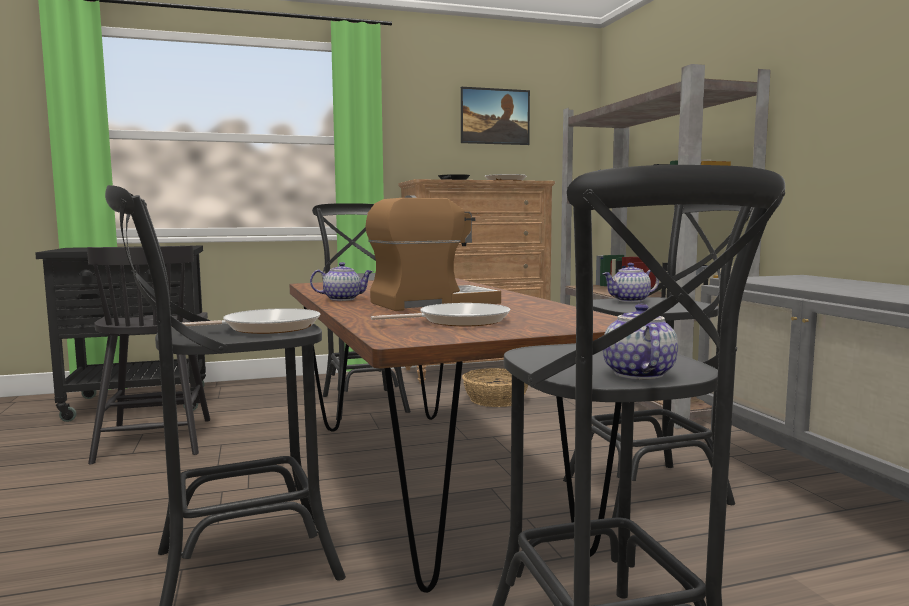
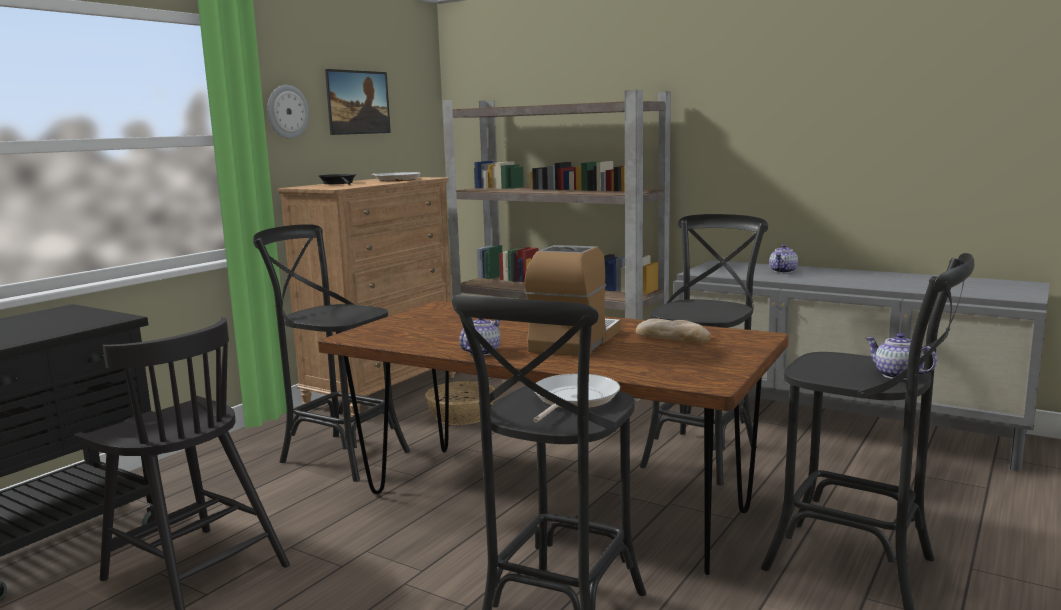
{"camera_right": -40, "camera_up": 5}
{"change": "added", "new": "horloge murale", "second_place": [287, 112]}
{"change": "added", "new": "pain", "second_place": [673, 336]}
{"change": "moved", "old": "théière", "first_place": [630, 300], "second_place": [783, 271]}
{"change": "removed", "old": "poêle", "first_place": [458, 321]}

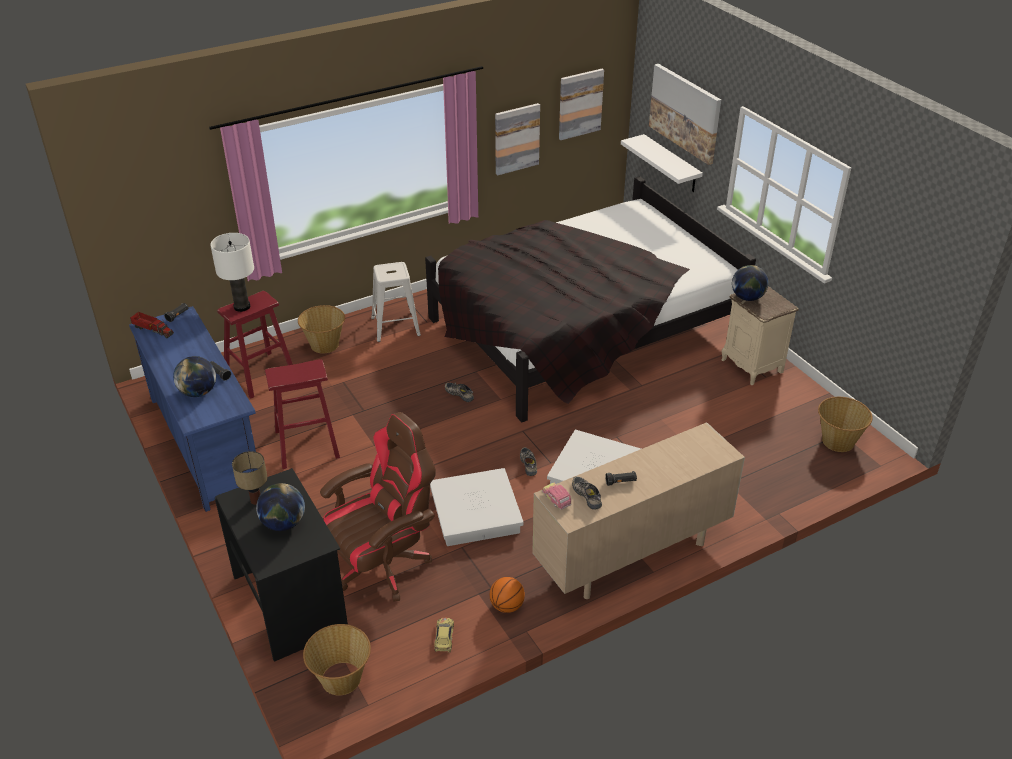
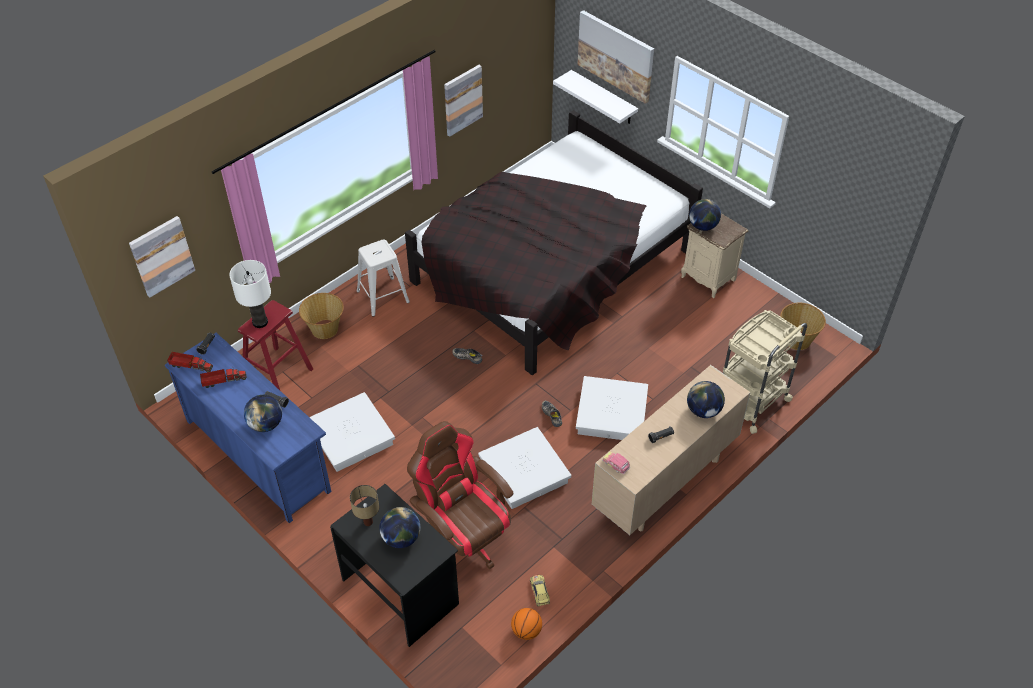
{"camera_right": -15, "camera_up": 10}
{"change": "moved", "old": "tableau", "first_place": [580, 104], "second_place": [162, 256]}
{"change": "added", "new": "camion jouet", "second_place": [223, 381]}
{"change": "replaced", "old": "tabouret (rouge)", "new": "boîte de rangement (blanc)", "first_place": [307, 444], "second_place": [351, 436]}
{"change": "turned", "old": "chaise de bureau (marron)", "first_place": [382, 565], "second_place": [464, 539], "degrees": -75}
{"change": "moved", "old": "ballon de basket", "first_place": [507, 606], "second_place": [526, 631]}
{"change": "added", "new": "globe", "second_place": [703, 411]}
{"change": "added", "new": "chariot (beige)", "second_place": [750, 401]}
{"change": "removed", "old": "panier", "first_place": [341, 679]}
{"change": "removed", "old": "chaussure", "first_place": [588, 495]}

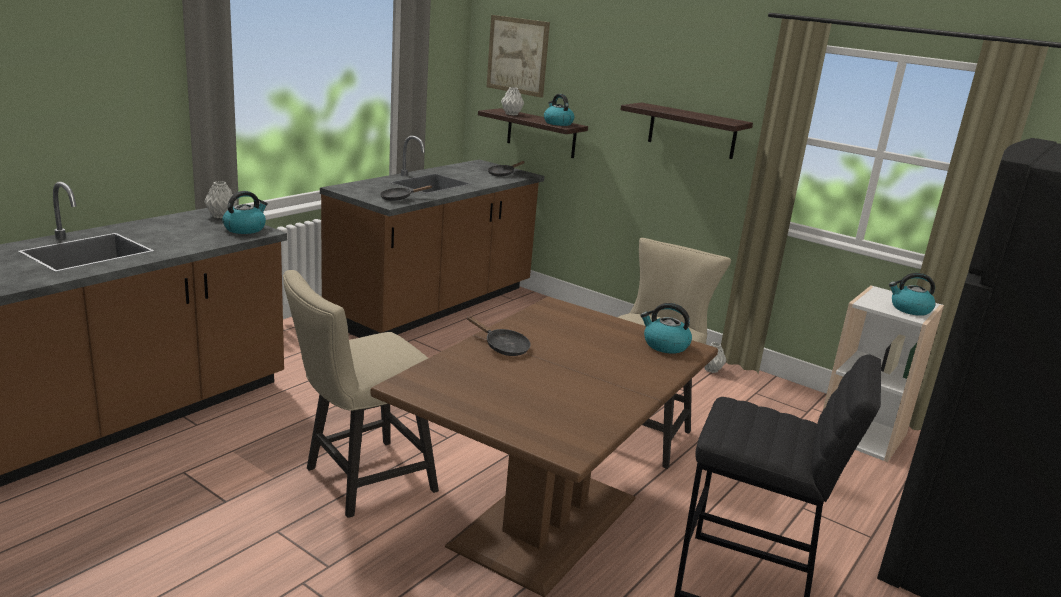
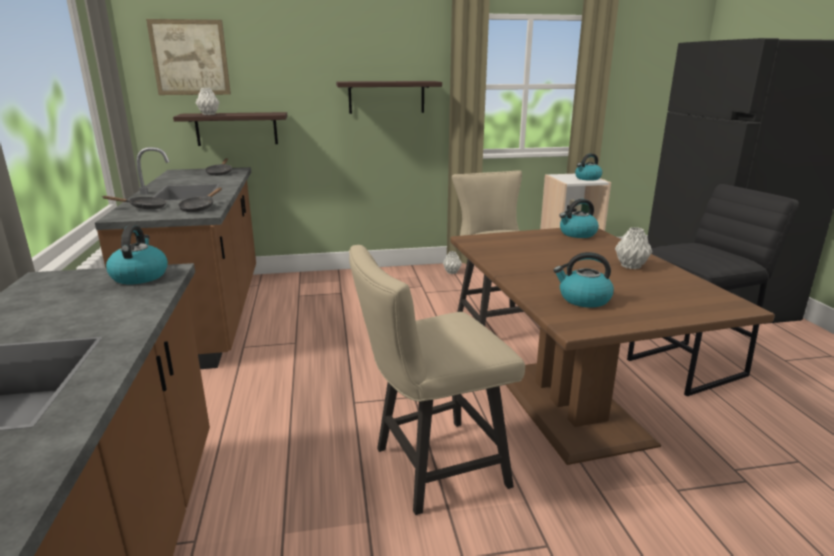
{"camera_right": -45, "camera_up": 0}
{"change": "moved", "old": "poêle (noir)", "first_place": [503, 347], "second_place": [144, 208]}
{"change": "turned", "old": "chaise (beige)", "first_place": [361, 481], "second_place": [431, 468], "degrees": 60}
{"change": "moved", "old": "bouilloire", "first_place": [557, 123], "second_place": [583, 299]}
{"change": "moved", "old": "vase (gris)", "first_place": [220, 216], "second_place": [631, 266]}

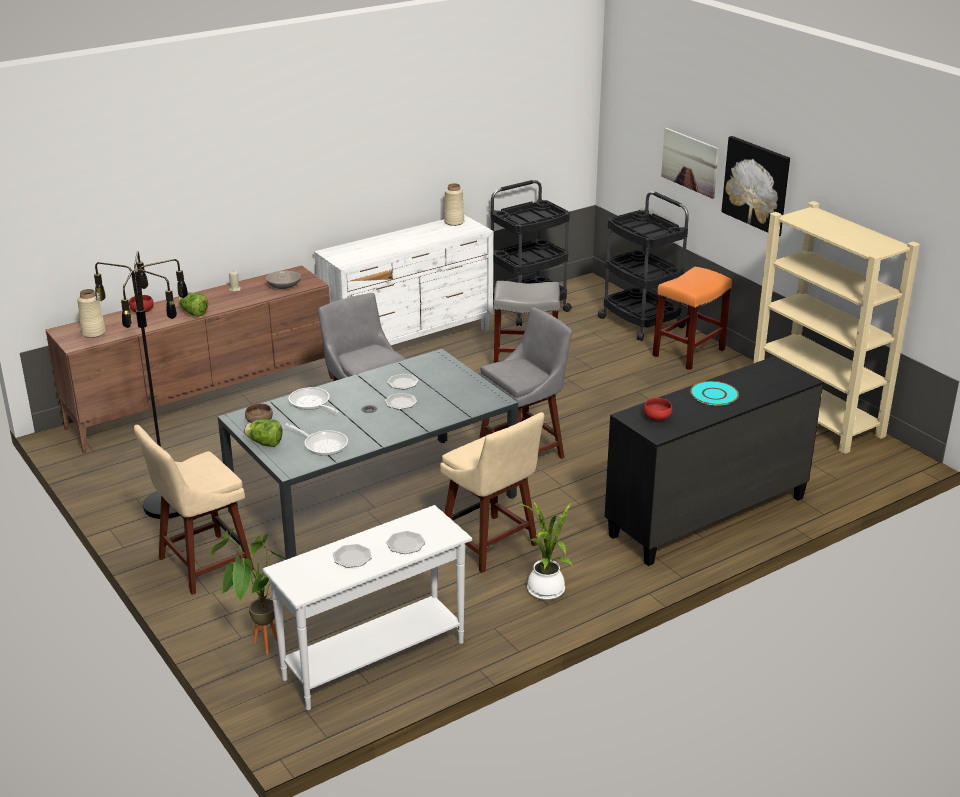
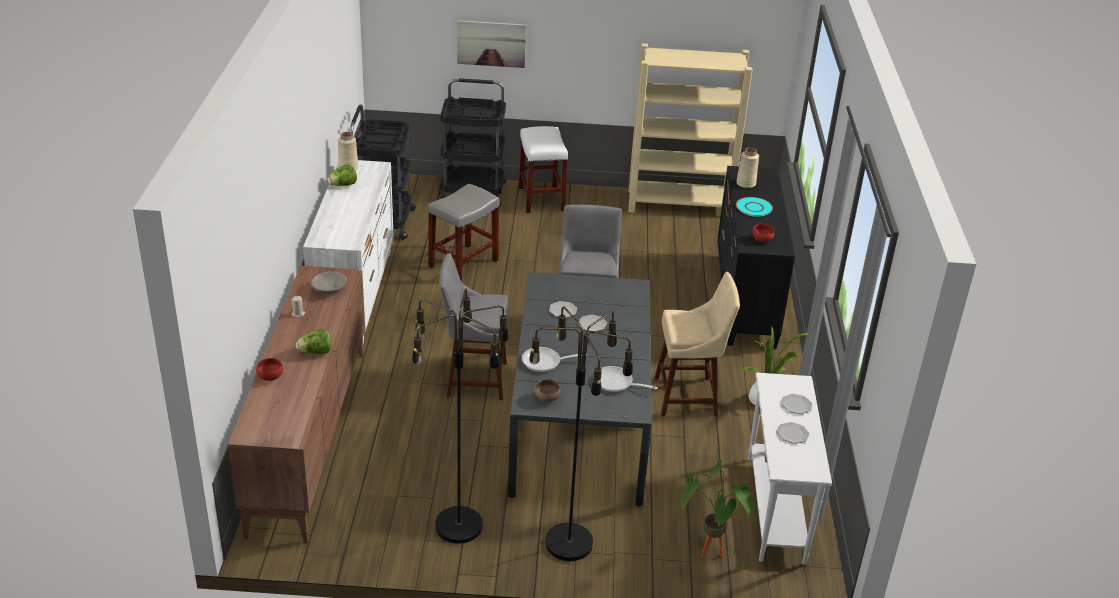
{"camera_right": -55, "camera_up": 5}
{"change": "moved", "old": "laitue", "first_place": [265, 443], "second_place": [343, 185]}
{"change": "recoloured", "old": "tabouret (orange)", "new": "tabouret (blanc)", "first_place": [688, 353], "second_place": [542, 200]}
{"change": "replaced", "old": "chaise (beige)", "new": "lampadaire", "first_place": [201, 565], "second_place": [570, 543]}
{"change": "turned", "old": "poêle", "first_place": [323, 444], "second_place": [616, 383], "degrees": -135}
{"change": "moved", "old": "vase (beige)", "first_place": [93, 333], "second_place": [745, 183]}
{"change": "removed", "old": "tableau", "first_place": [756, 185]}

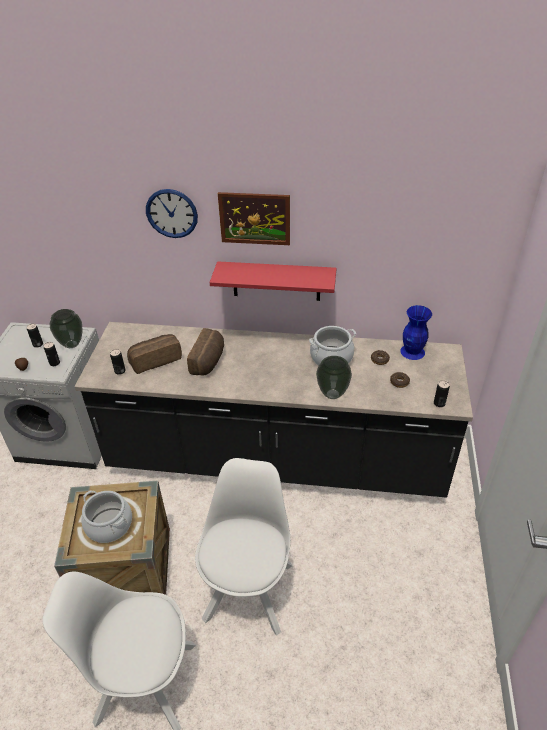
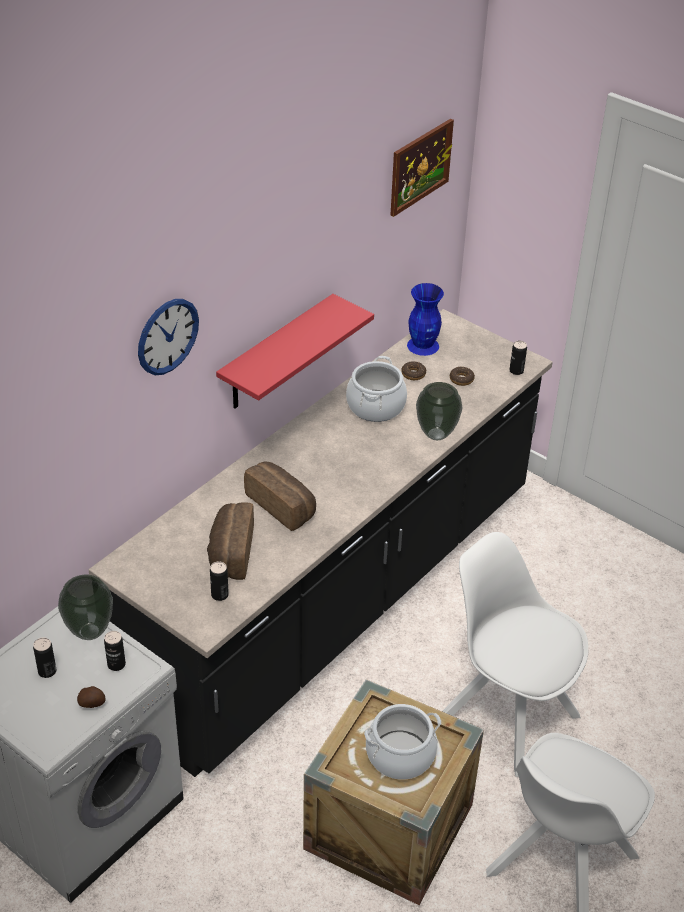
{"camera_right": -60, "camera_up": 0}
{"change": "moved", "old": "tableau", "first_place": [254, 218], "second_place": [420, 166]}

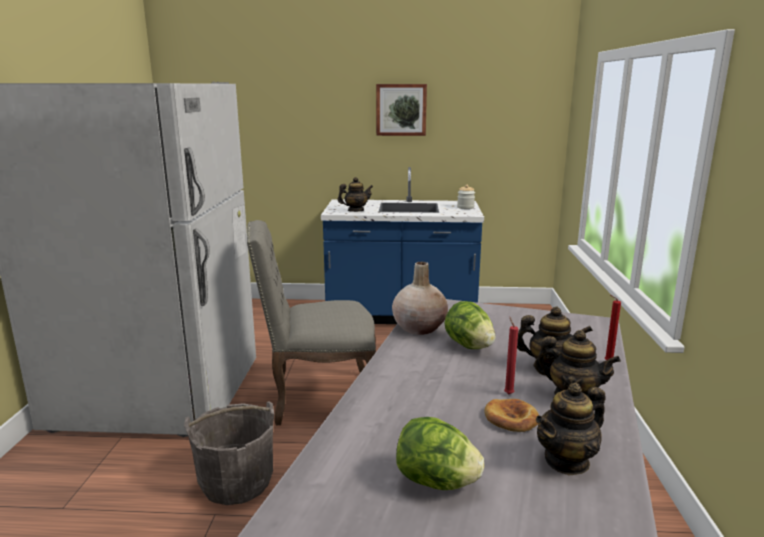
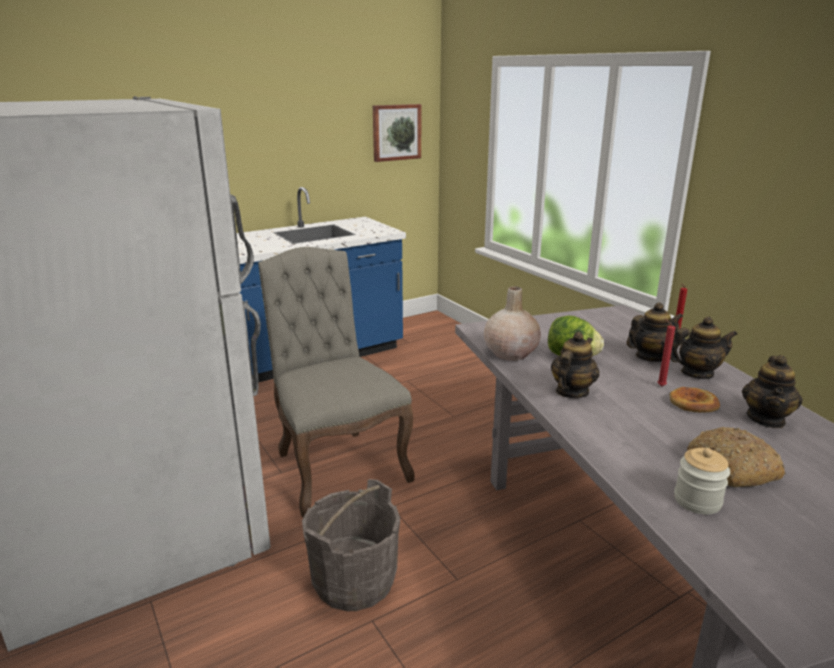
{"camera_right": -35, "camera_up": 5}
{"change": "turned", "old": "chaise (gris)", "first_place": [320, 400], "second_place": [337, 467], "degrees": 105}
{"change": "moved", "old": "tableau", "first_place": [401, 110], "second_place": [396, 132]}
{"change": "moved", "old": "théière", "first_place": [355, 210], "second_place": [571, 392]}
{"change": "moved", "old": "bocal", "first_place": [465, 207], "second_place": [697, 501]}
{"change": "replaced", "old": "laitue", "new": "pain", "first_place": [436, 482], "second_place": [731, 467]}

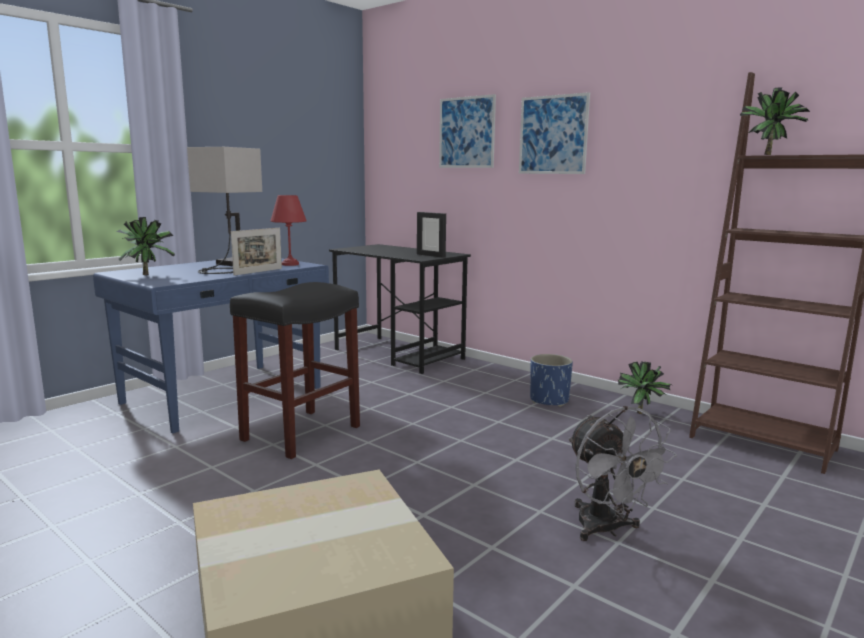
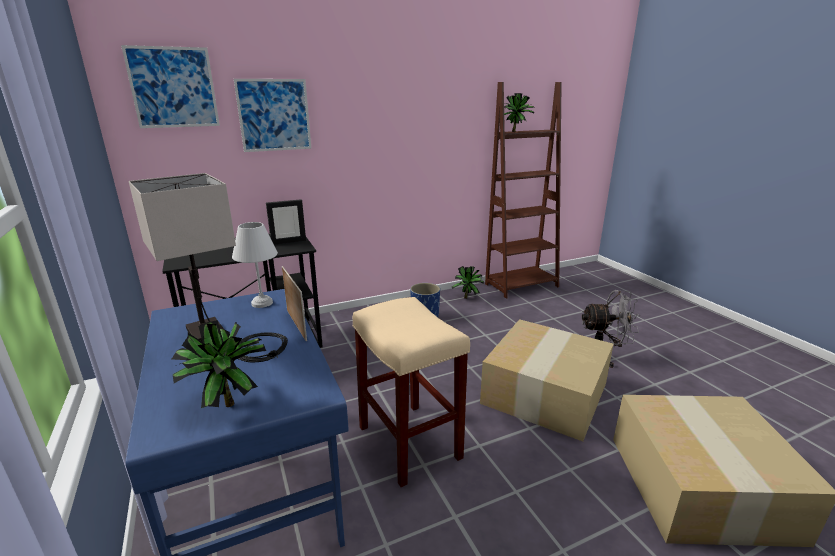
{"camera_right": -65, "camera_up": 10}
{"change": "moved", "old": "tableau", "first_place": [553, 135], "second_place": [173, 87]}
{"change": "recoloured", "old": "lampe de table (rouge)", "new": "lampe de table (blanc)", "first_place": [289, 264], "second_place": [261, 303]}
{"change": "recoloured", "old": "tabouret (noir)", "new": "tabouret (beige)", "first_place": [300, 434], "second_place": [410, 443]}
{"change": "added", "new": "carton", "second_place": [543, 392]}

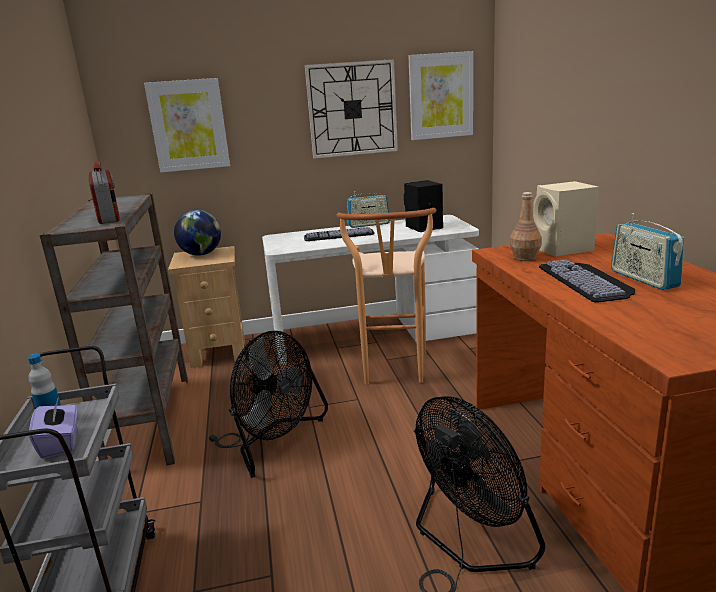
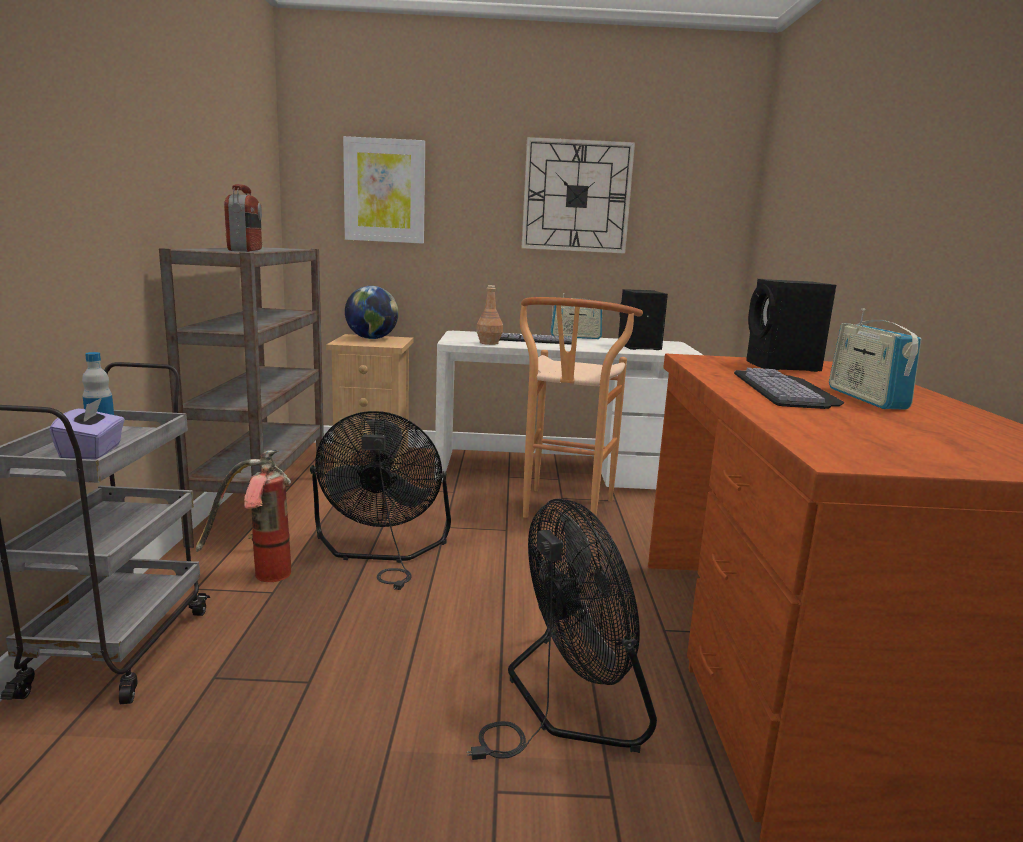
{"camera_right": 10, "camera_up": -5}
{"change": "added", "new": "extincteur", "second_place": [258, 577]}
{"change": "turned", "old": "ventilateur (noir)", "first_place": [270, 442], "second_place": [381, 552], "degrees": -135}
{"change": "moved", "old": "bouteille (marron)", "first_place": [525, 258], "second_place": [489, 343]}
{"change": "recoloured", "old": "enceinte (beige)", "new": "enceinte (noir)", "first_place": [564, 250], "second_place": [782, 366]}
{"change": "removed", "old": "tableau", "first_place": [441, 96]}

